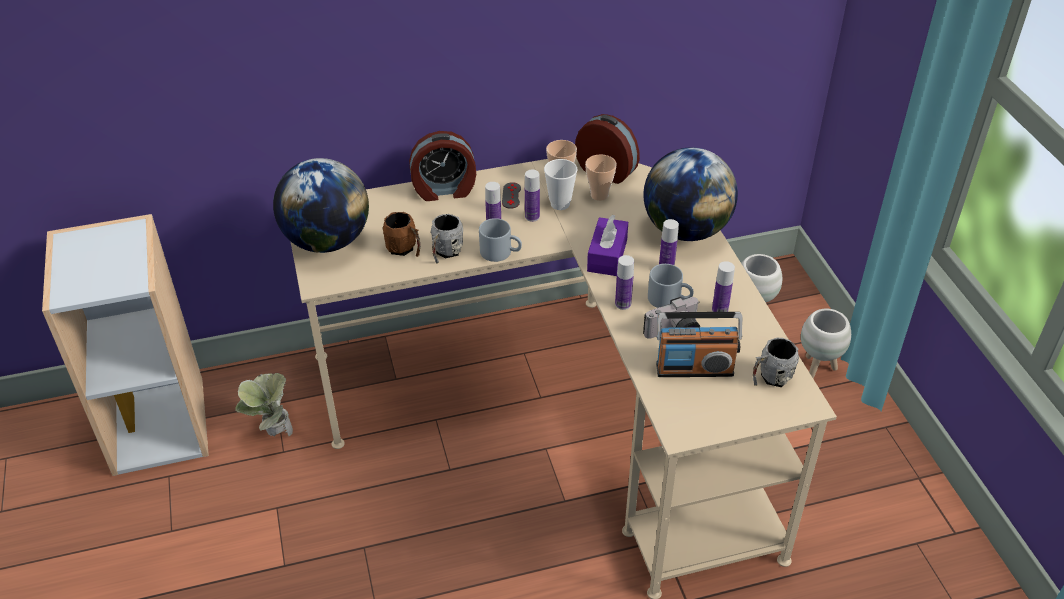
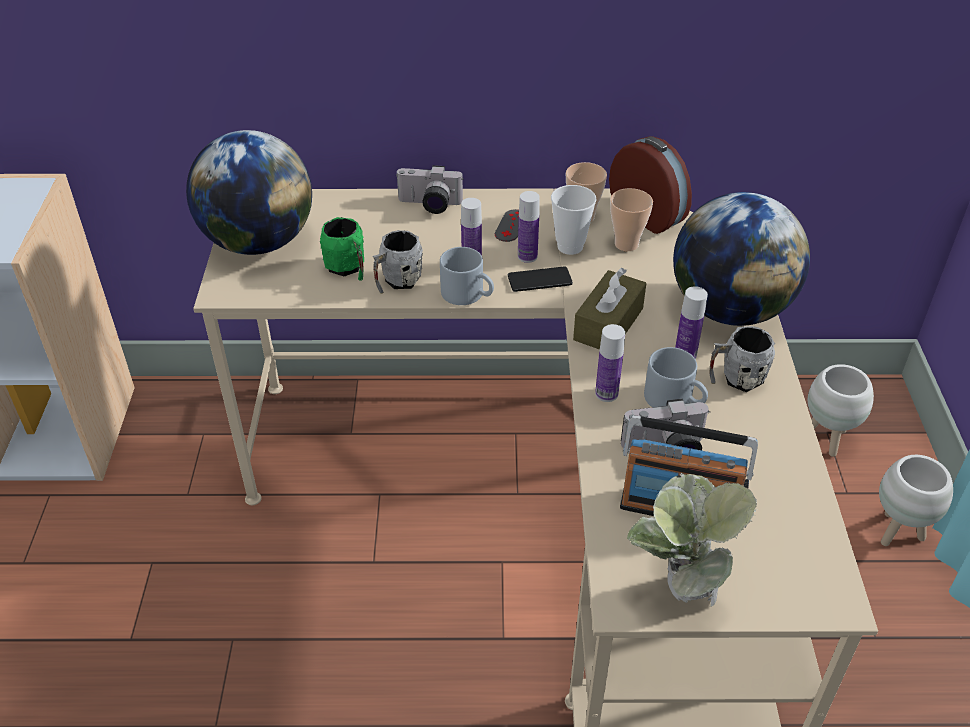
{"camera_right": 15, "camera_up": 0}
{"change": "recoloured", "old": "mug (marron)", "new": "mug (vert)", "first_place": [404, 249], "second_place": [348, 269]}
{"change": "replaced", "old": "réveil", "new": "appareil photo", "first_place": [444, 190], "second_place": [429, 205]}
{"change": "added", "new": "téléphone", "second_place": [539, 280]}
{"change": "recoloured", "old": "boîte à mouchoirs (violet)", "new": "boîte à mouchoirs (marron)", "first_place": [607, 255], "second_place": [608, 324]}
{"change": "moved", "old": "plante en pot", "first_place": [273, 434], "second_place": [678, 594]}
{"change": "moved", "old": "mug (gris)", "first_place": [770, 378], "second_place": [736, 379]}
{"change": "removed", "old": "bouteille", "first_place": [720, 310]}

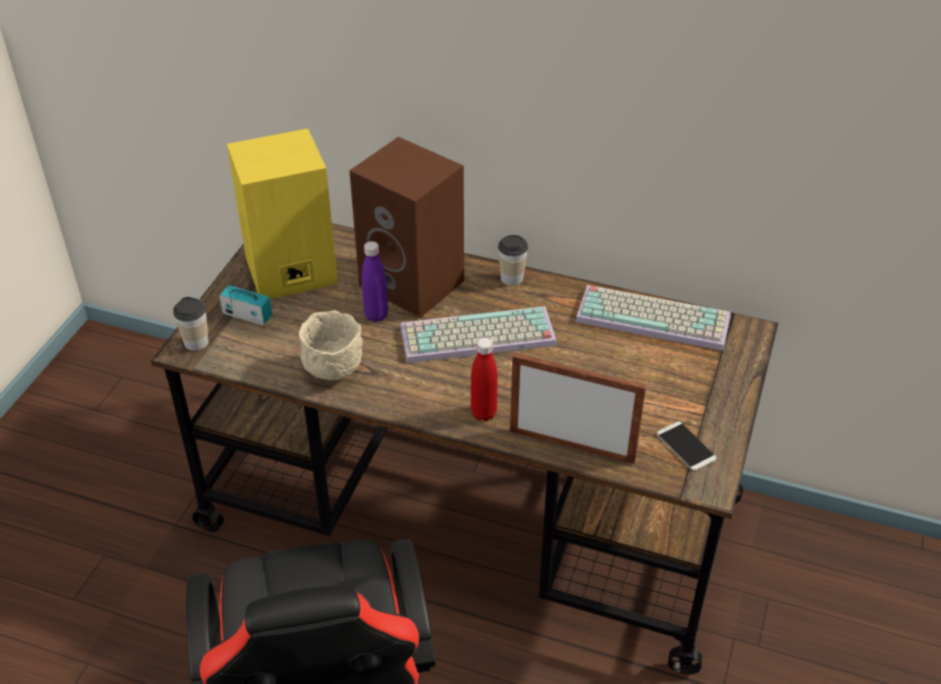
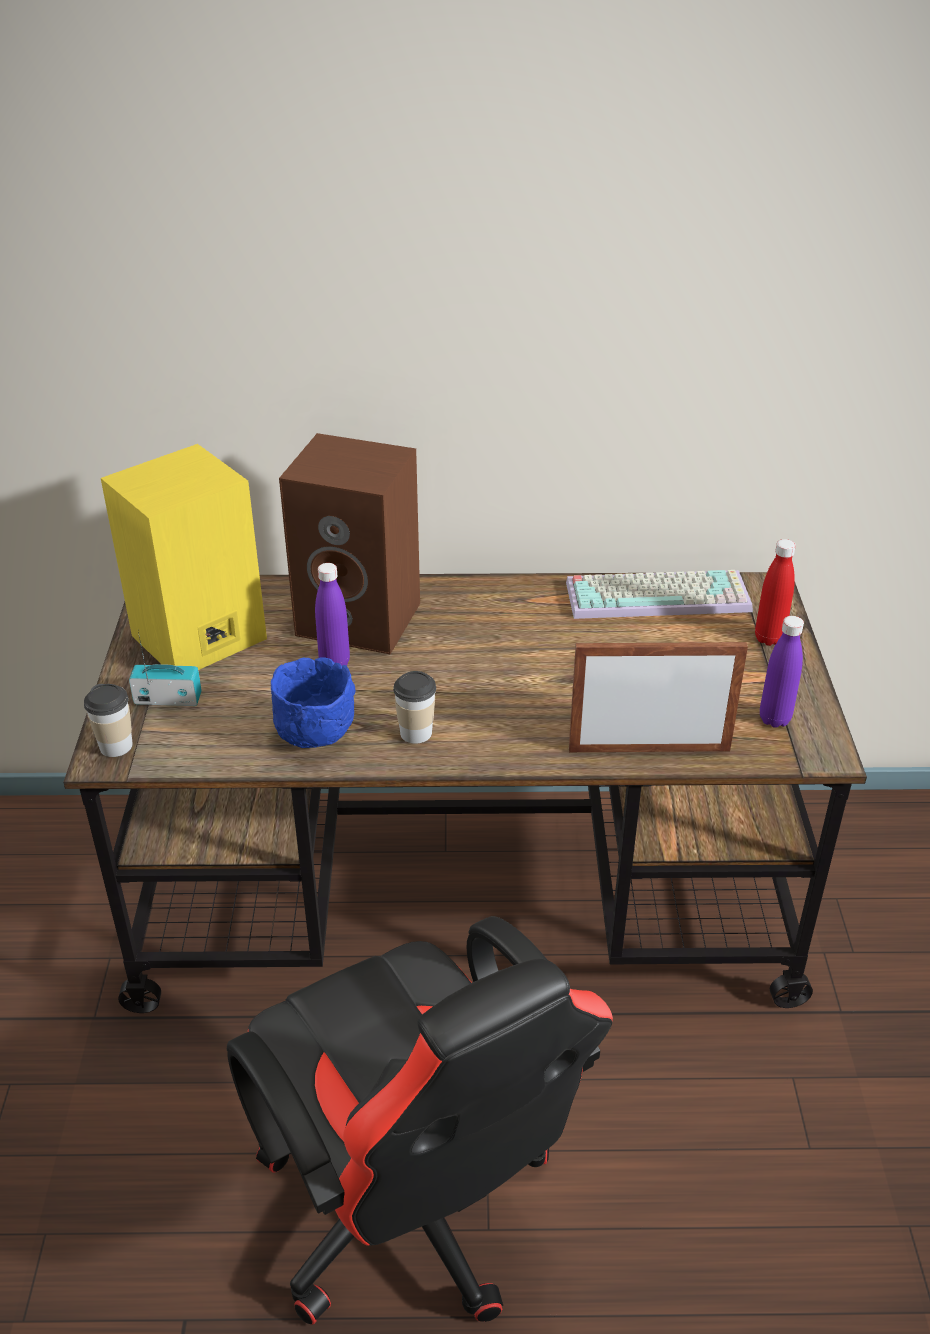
{"camera_right": -20, "camera_up": -5}
{"change": "recoloured", "old": "bol (beige)", "new": "bol (bleu)", "first_place": [332, 371], "second_place": [315, 738]}
{"change": "moved", "old": "tasse", "first_place": [512, 278], "second_place": [416, 733]}
{"change": "moved", "old": "bouteille (rouge)", "first_place": [483, 413], "second_place": [769, 638]}
{"change": "replaced", "old": "téléphone", "new": "bouteille (violet)", "first_place": [686, 446], "second_place": [774, 719]}
{"change": "removed", "old": "clavier", "first_place": [476, 338]}

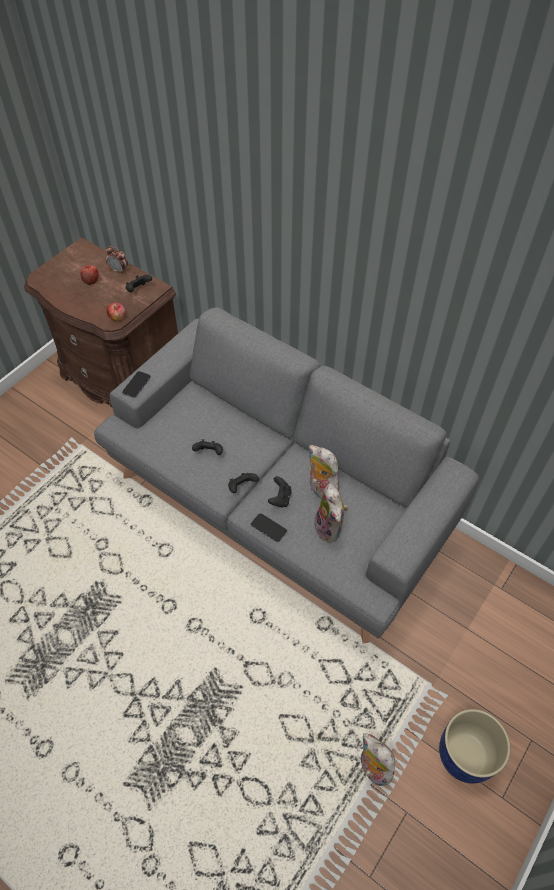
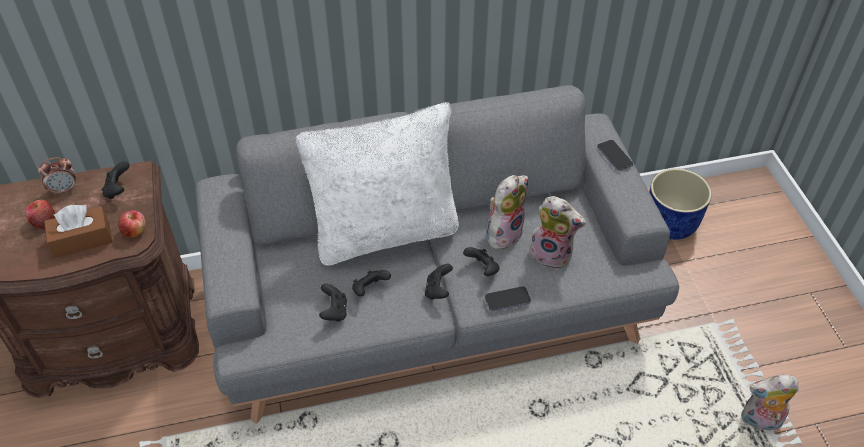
{"camera_right": -50, "camera_up": -5}
{"change": "added", "new": "boîte à mouchoirs (marron)", "second_place": [82, 239]}
{"change": "added", "new": "coussin (blanc)", "second_place": [387, 235]}
{"change": "added", "new": "manette (noir)", "second_place": [334, 311]}
{"change": "turned", "old": "peluche", "first_place": [321, 490], "second_place": [503, 233], "degrees": 135}
{"change": "moved", "old": "téléphone", "first_place": [136, 385], "second_place": [614, 156]}
{"change": "moved", "old": "cache-pot (bleu)", "first_place": [466, 756], "second_place": [671, 224]}

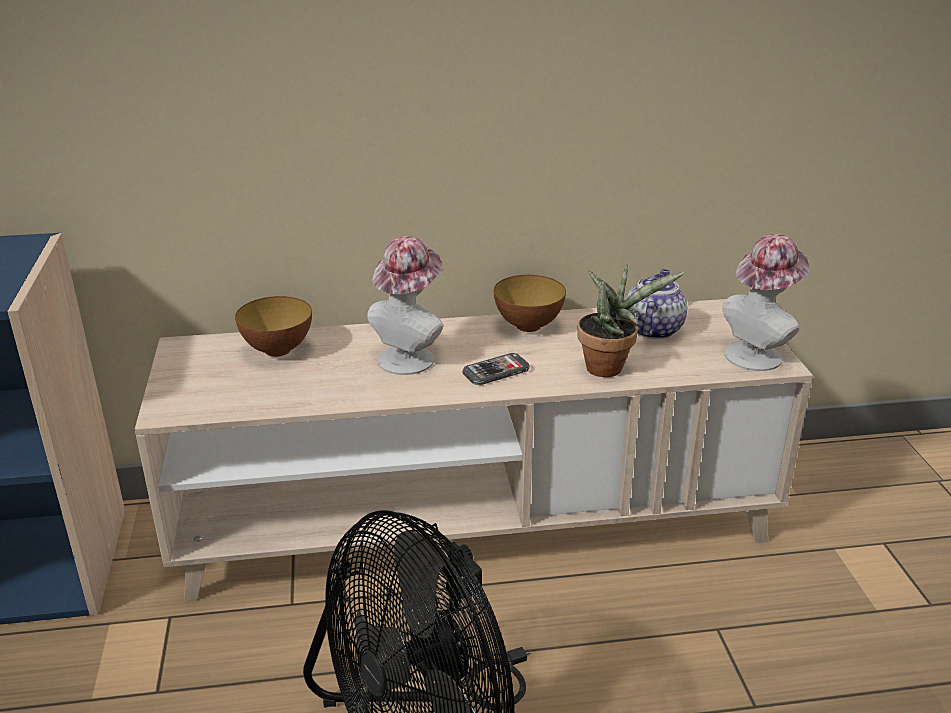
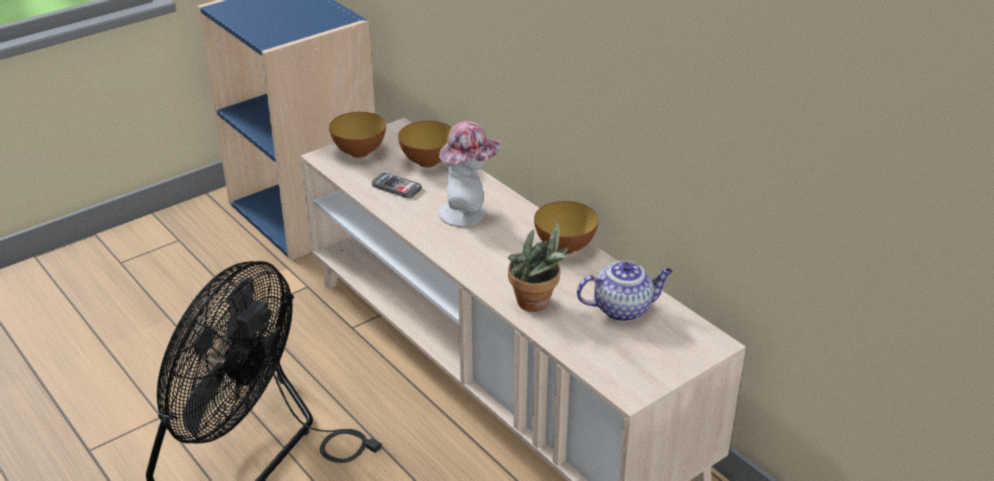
{"camera_right": 60, "camera_up": 5}
{"change": "added", "new": "bol", "second_place": [359, 152]}
{"change": "moved", "old": "téléphone", "first_place": [496, 371], "second_place": [396, 187]}
{"change": "removed", "old": "chapeau", "first_place": [758, 353]}

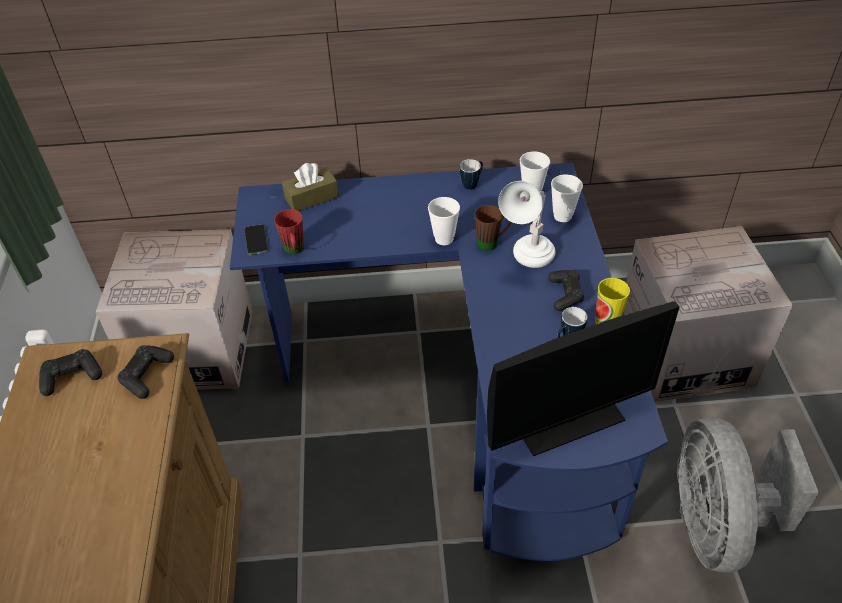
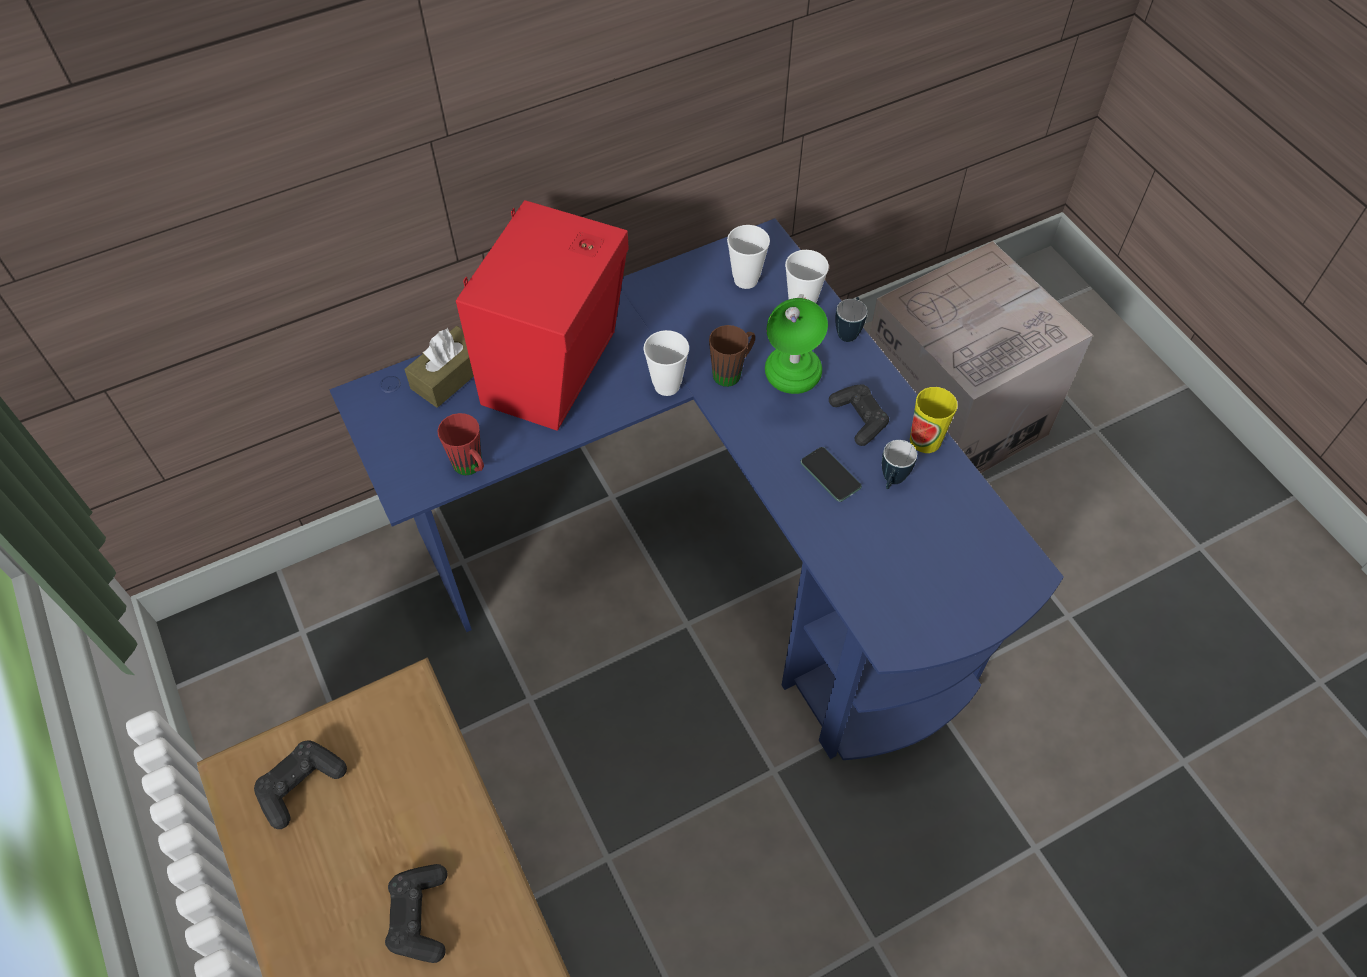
{"camera_right": -25, "camera_up": 10}
{"change": "moved", "old": "manette (noir)", "first_place": [147, 375], "second_place": [419, 916]}
{"change": "added", "new": "enceinte (rouge)", "second_place": [557, 368]}
{"change": "recoloured", "old": "lampe de table (blanc)", "new": "lampe de table (vert)", "first_place": [527, 262], "second_place": [790, 386]}
{"change": "moved", "old": "téléphone", "first_place": [256, 240], "second_place": [830, 475]}
{"change": "moved", "old": "mug", "first_place": [472, 184], "second_place": [849, 331]}
{"change": "removed", "old": "carton", "first_place": [195, 349]}
{"change": "removed", "old": "écran d'ordinateur", "first_place": [568, 420]}
{"change": "removed", "old": "ventilateur (gris)", "first_place": [716, 524]}

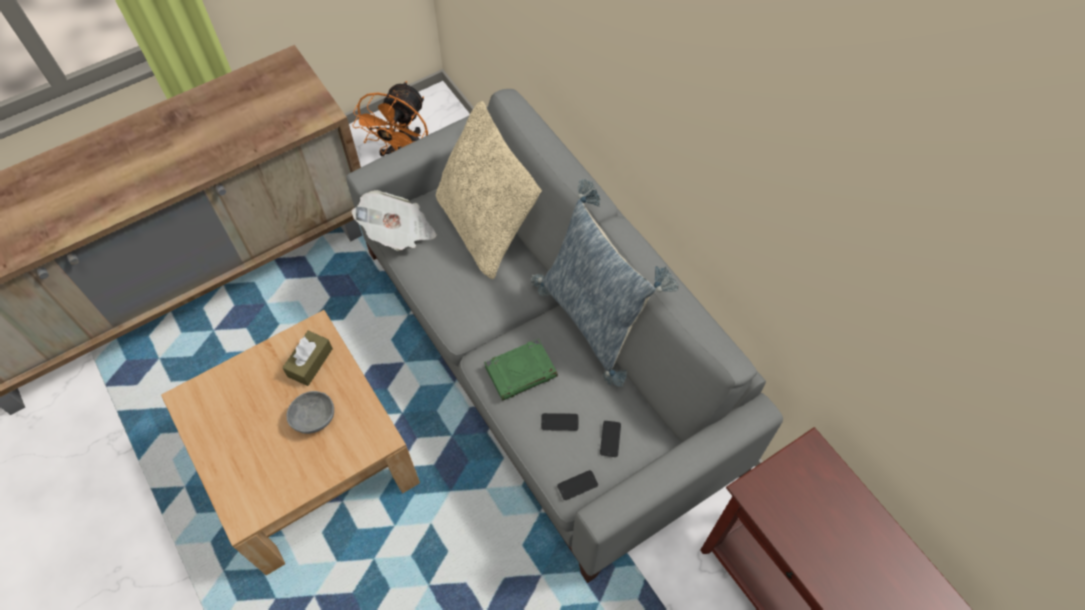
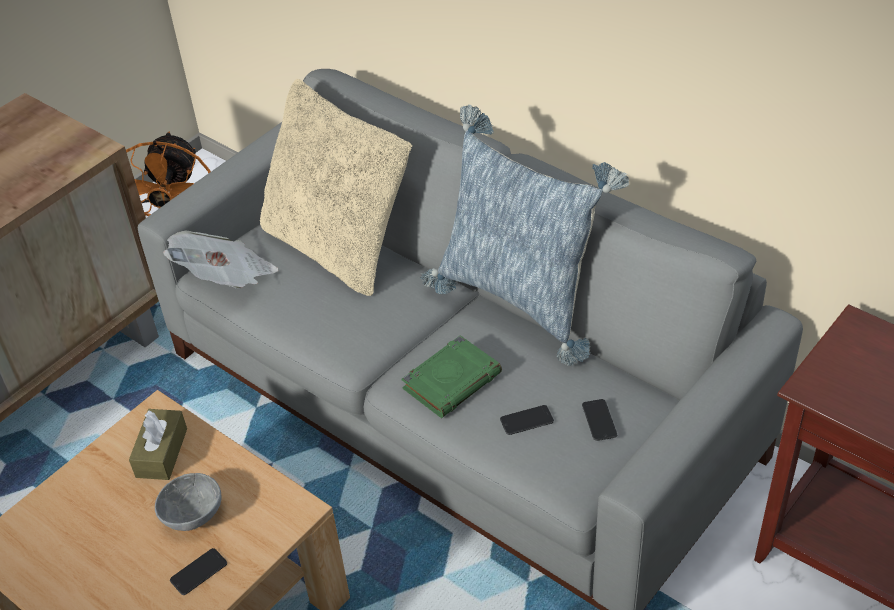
{"camera_right": -15, "camera_up": -15}
{"change": "moved", "old": "téléphone", "first_place": [577, 485], "second_place": [199, 572]}

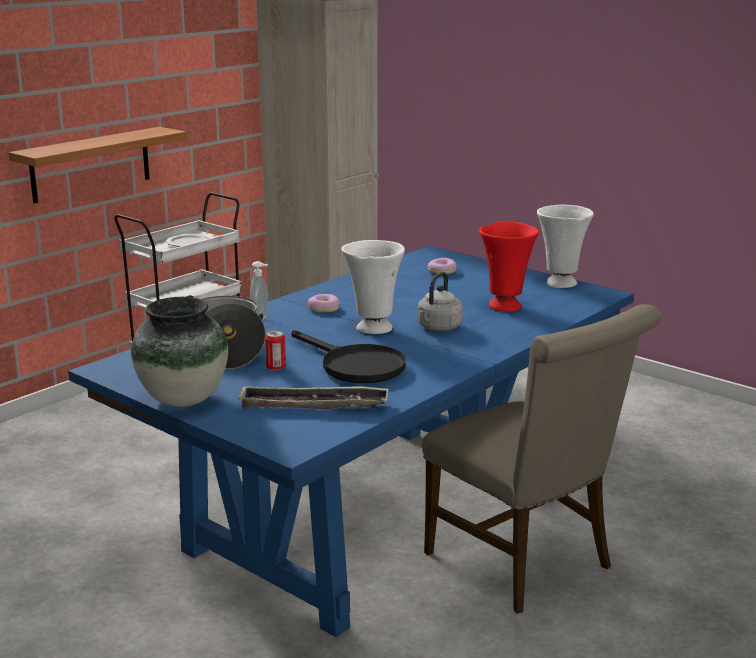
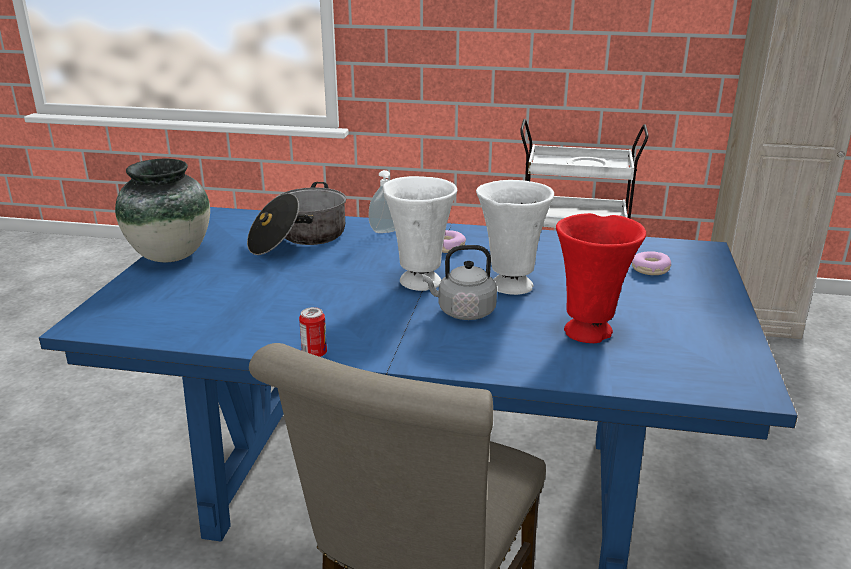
{"camera_right": 60, "camera_up": 5}
{"change": "moved", "old": "boîte métallique", "first_place": [276, 368], "second_place": [314, 354]}
{"change": "moved", "old": "vase (blanc)", "first_place": [560, 284], "second_place": [509, 286]}
{"change": "removed", "old": "étagère", "first_place": [91, 164]}
{"change": "removed", "old": "plateau", "first_place": [313, 405]}
{"change": "removed", "old": "poêle (noir)", "first_place": [354, 366]}

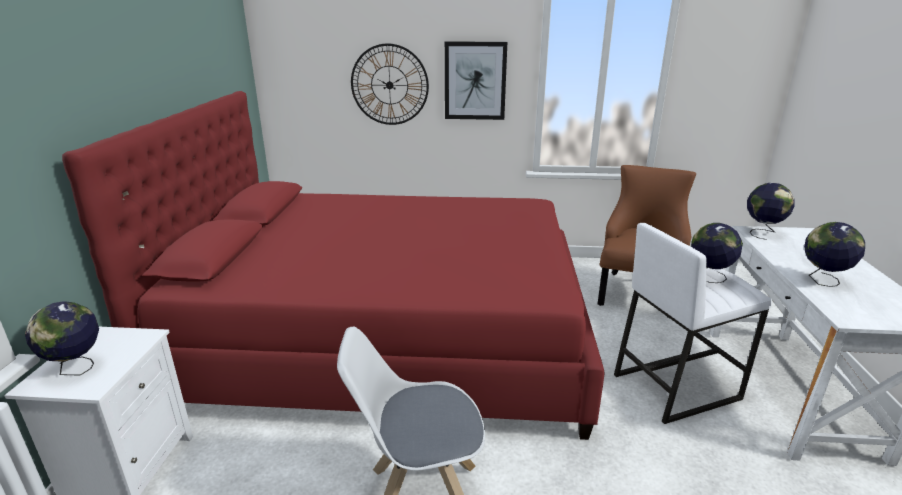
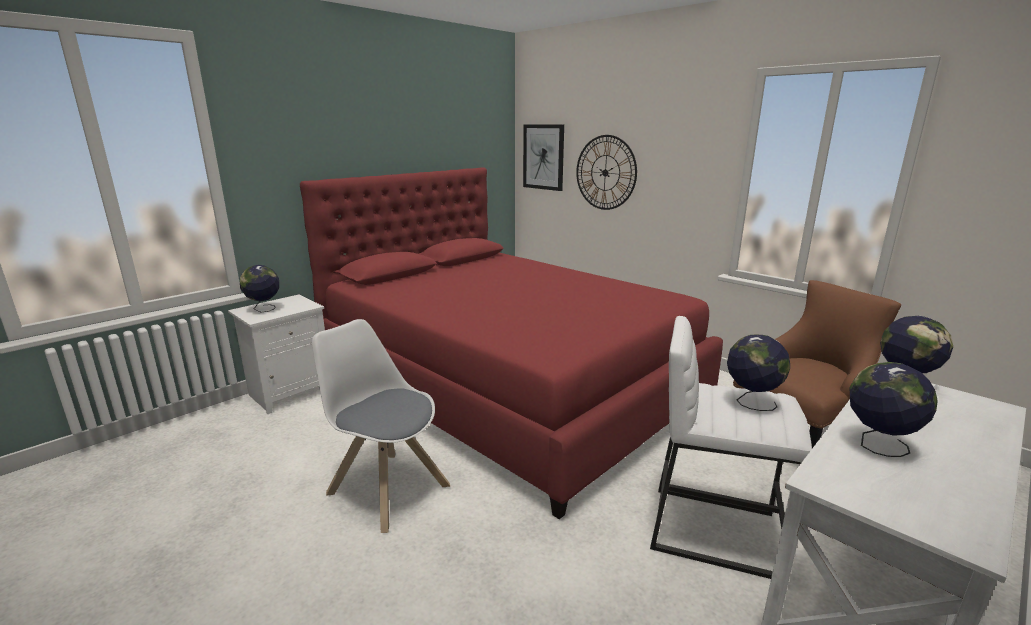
{"camera_right": 40, "camera_up": -5}
{"change": "moved", "old": "tableau", "first_place": [475, 81], "second_place": [543, 157]}

